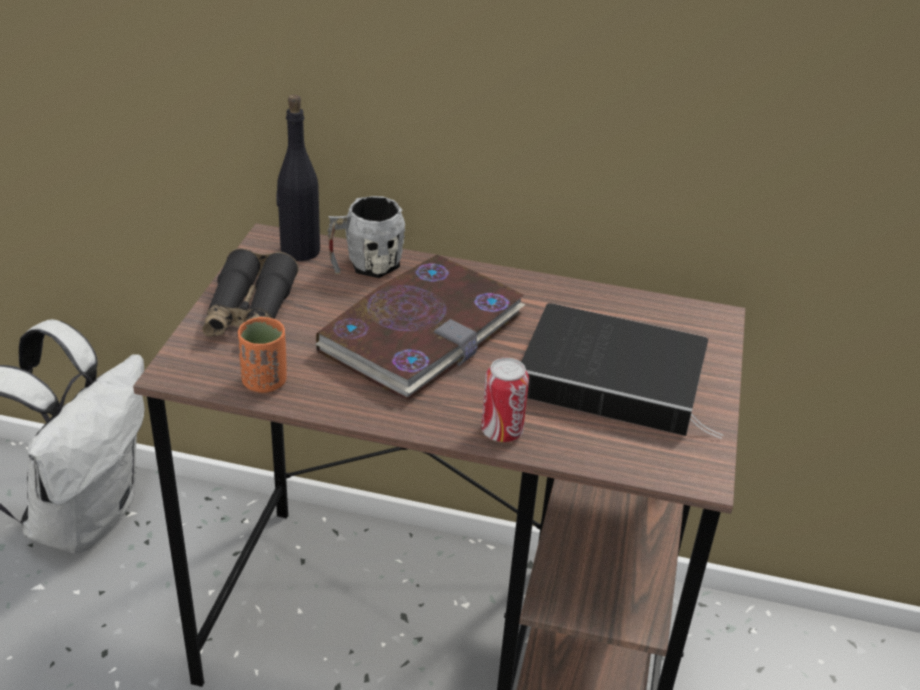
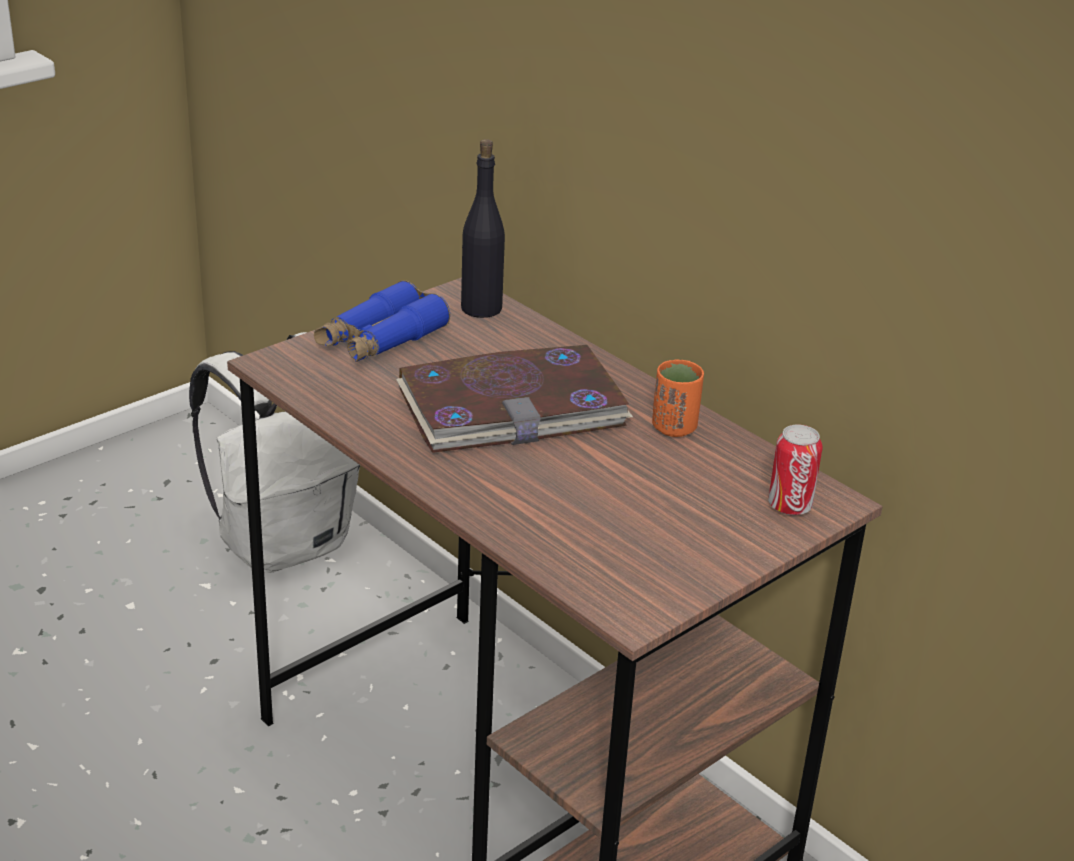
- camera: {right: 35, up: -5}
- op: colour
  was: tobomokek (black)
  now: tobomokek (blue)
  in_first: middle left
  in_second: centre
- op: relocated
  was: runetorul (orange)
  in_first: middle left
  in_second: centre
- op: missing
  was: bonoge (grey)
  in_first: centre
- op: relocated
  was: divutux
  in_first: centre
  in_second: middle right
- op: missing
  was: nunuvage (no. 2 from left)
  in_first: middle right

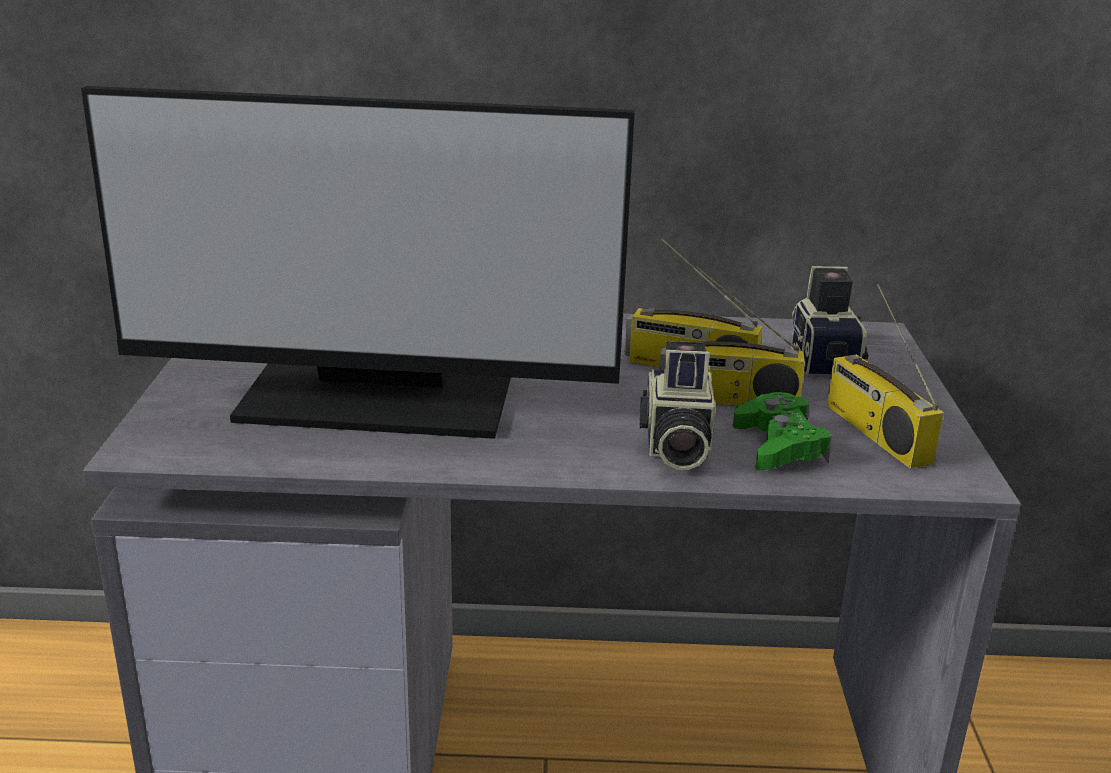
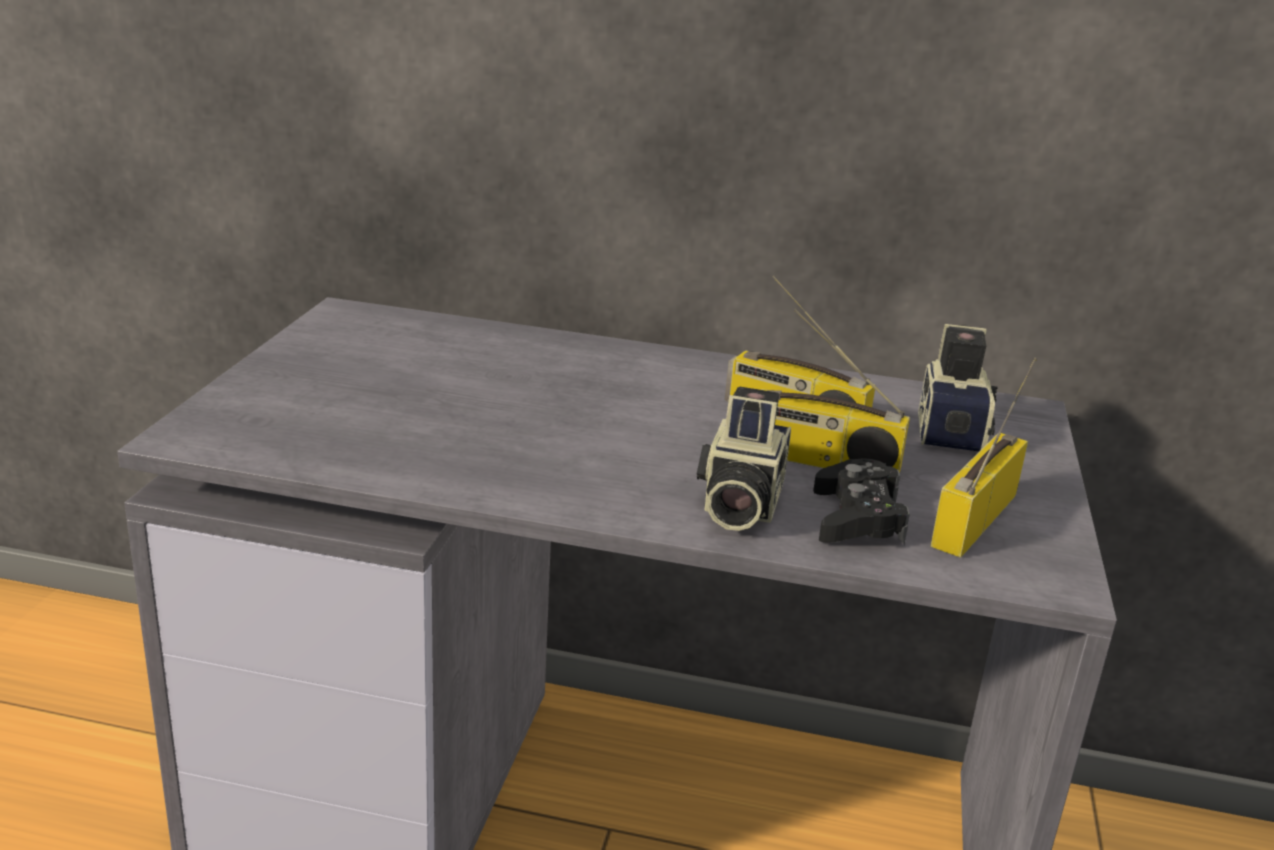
- camera: {right: 10, up: 0}
- op: missing
  was: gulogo
  in_first: middle left
- op: colour
  was: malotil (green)
  now: malotil (black)
  in_first: middle right
  in_second: middle right
- op: spun
  was: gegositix (no. 3 from left)
  in_first: middle right
  in_second: middle right
  clockwise: 45

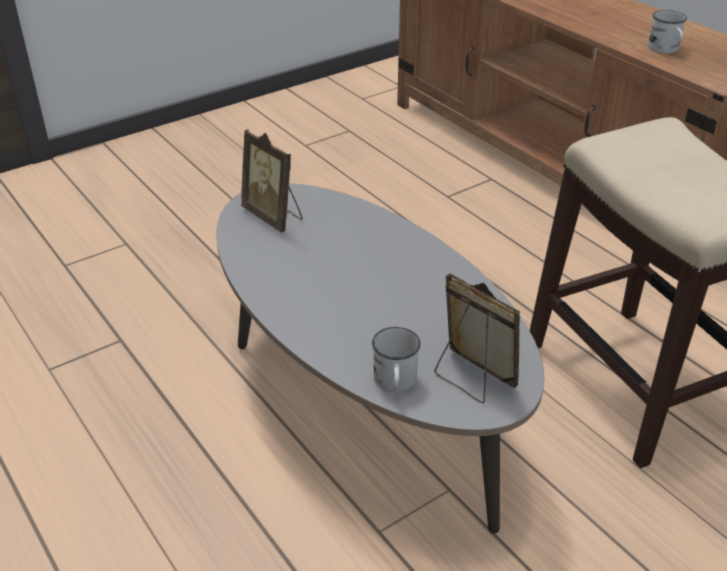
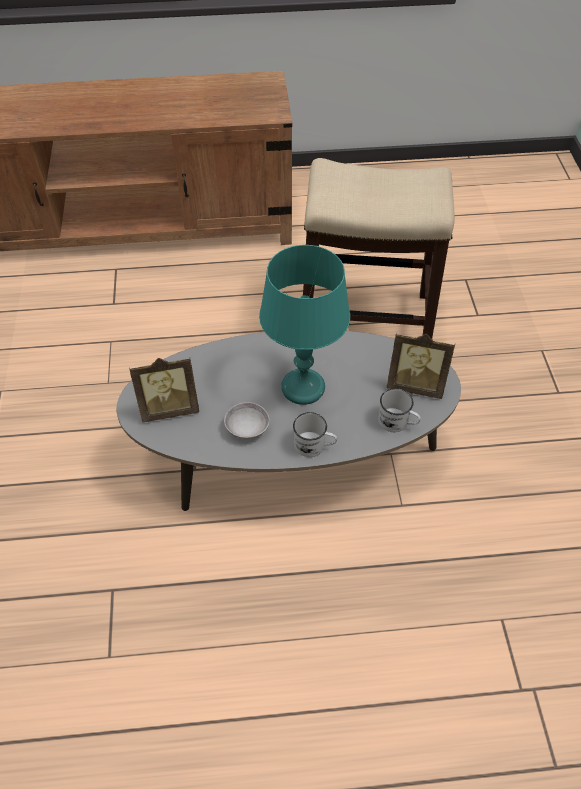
- camera: {right: -60, up: 15}
- op: spun
  was: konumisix (no. 2 from left)
  in_first: centre
  in_second: middle right
  clockwise: -150
- op: relocated
  was: bonoge (white) (no. 2 from left in the first image)
  now: bonoge (white) (no. 1 from left)
  in_first: top right
  in_second: centre
- op: appeared
  now: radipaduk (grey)
  in_second: centre
- op: appeared
  now: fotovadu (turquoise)
  in_second: centre

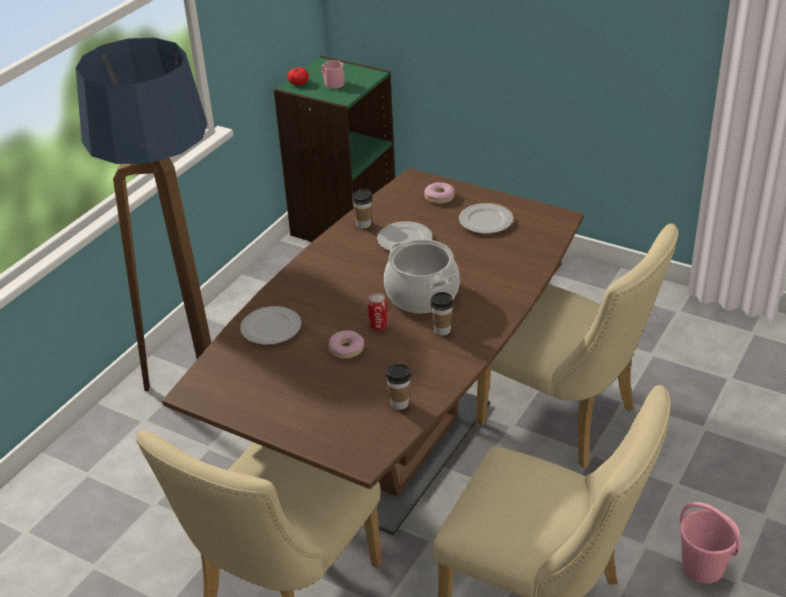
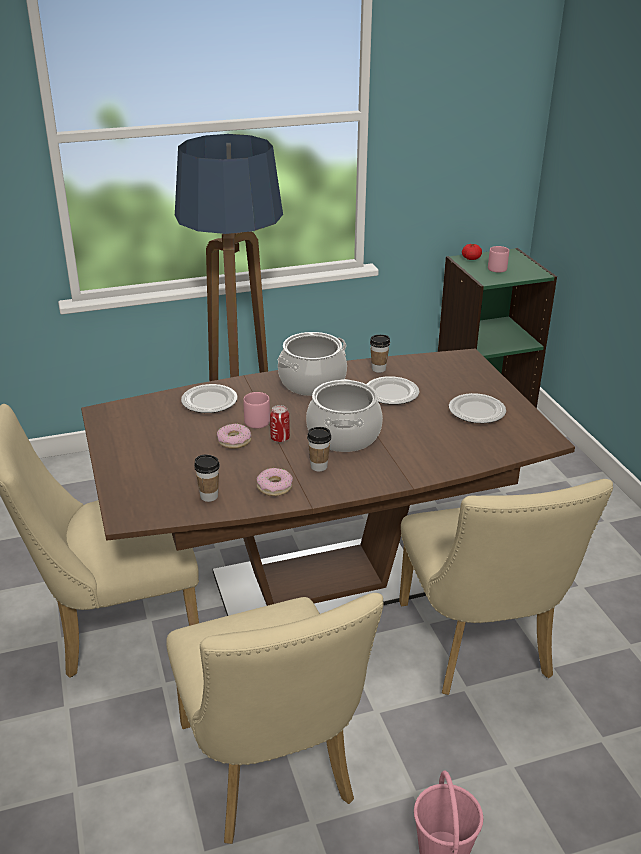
- camera: {right: 40, up: -5}
- op: relocated
  was: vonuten (no. 2 from left)
  in_first: top centre
  in_second: centre
- op: appeared
  now: bonoge (pink) (no. 1 from left)
  in_second: centre
- op: appeared
  now: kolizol (no. 1 from left)
  in_second: centre

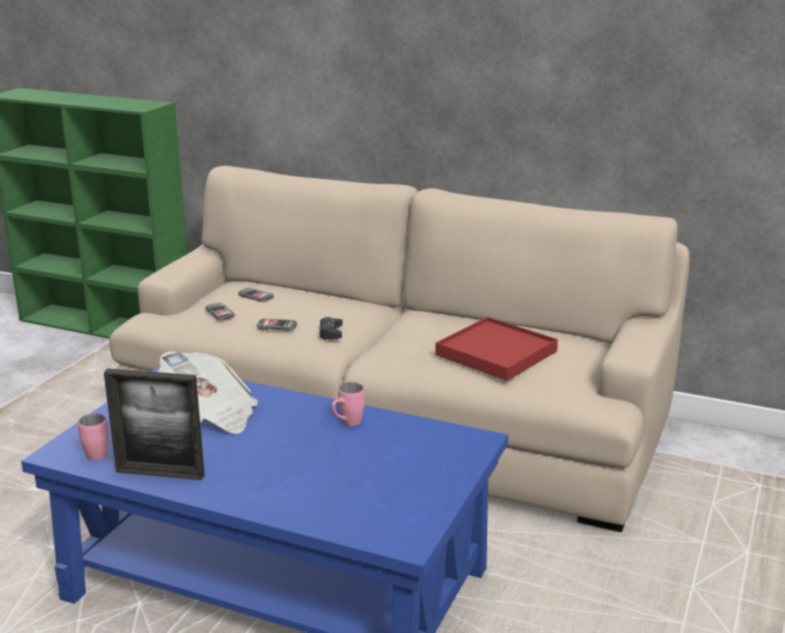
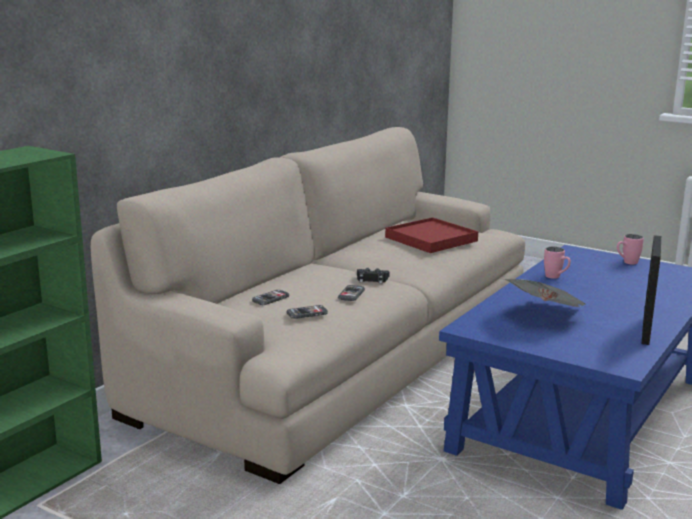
- camera: {right: -80, up: -5}
- op: relocated
  was: bonoge (pink) (no. 1 from left in the first image)
  now: bonoge (pink) (no. 2 from left)
  in_first: bottom left
  in_second: middle right

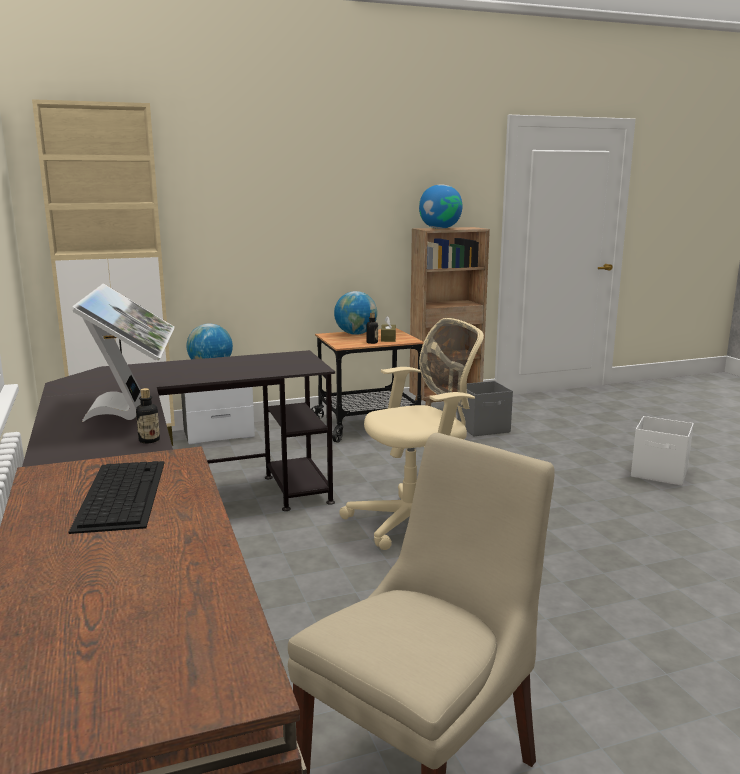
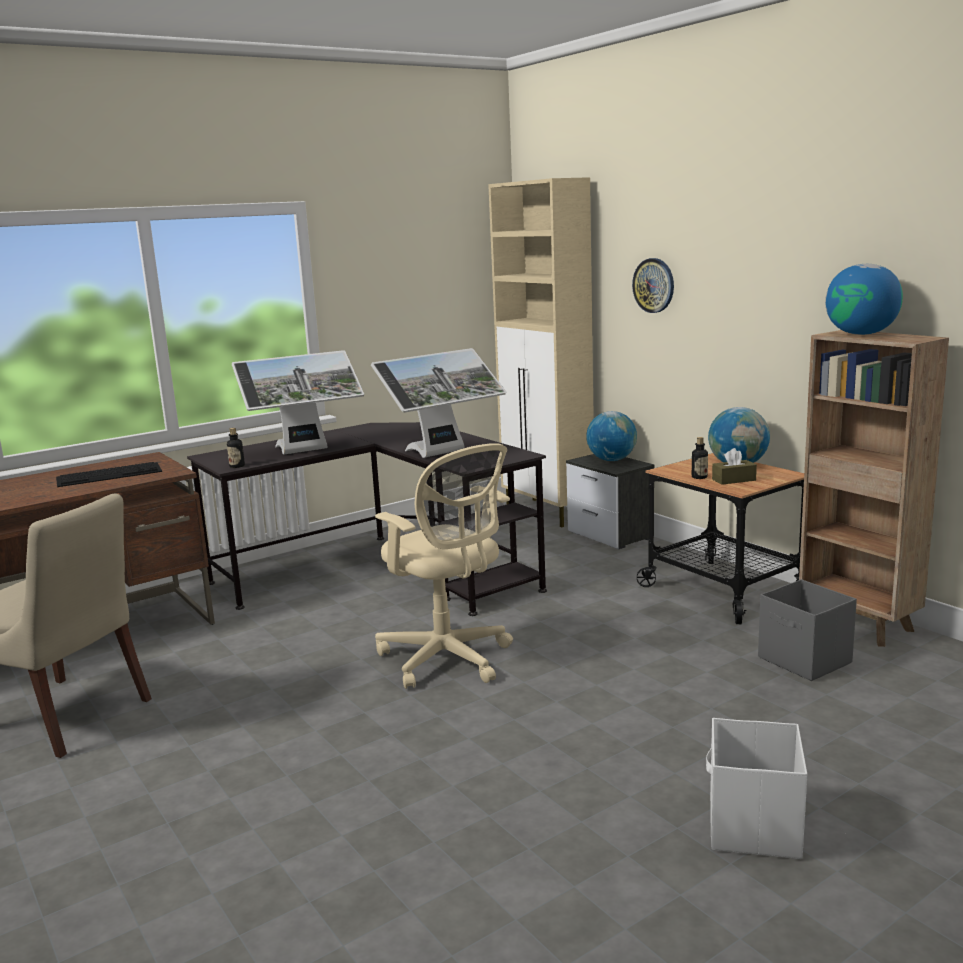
- camera: {right: 75, up: 0}
- op: appeared
  now: gulogo (no. 2 from left)
  in_second: centre
- op: appeared
  now: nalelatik
  in_second: top right

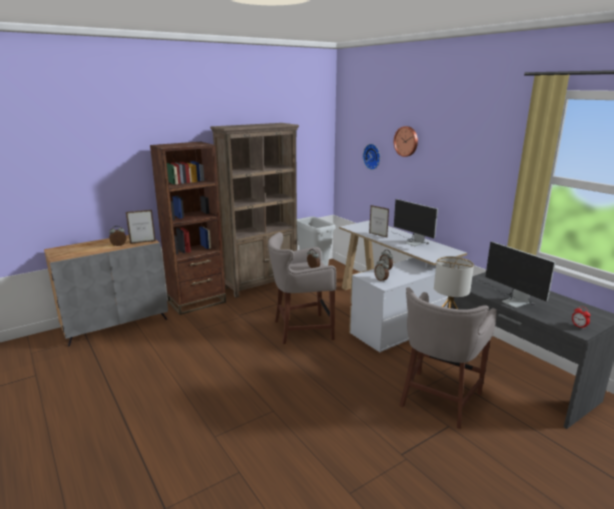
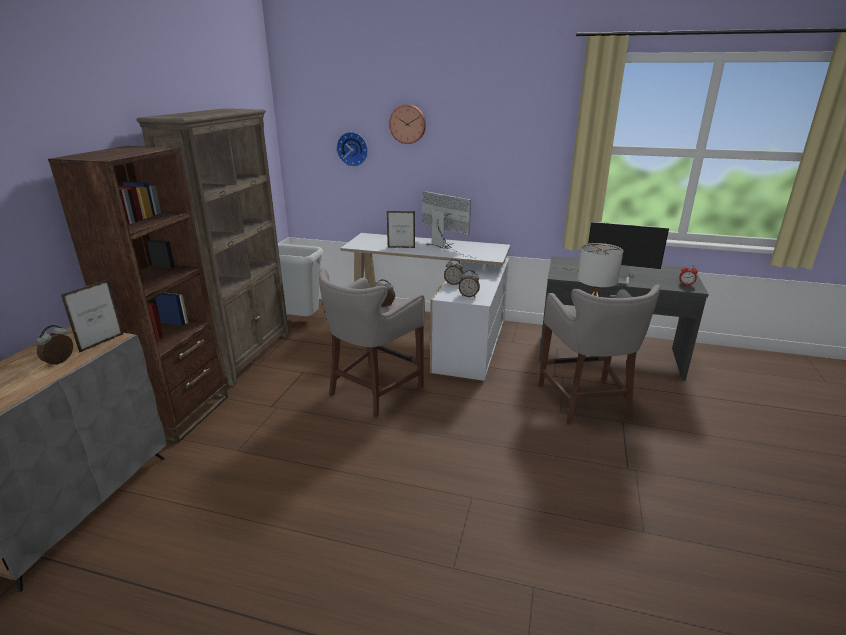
- camera: {right: -40, up: 5}
- op: spun
  was: gulogo (no. 1 from left)
  in_first: middle right
  in_second: centre
  clockwise: -150

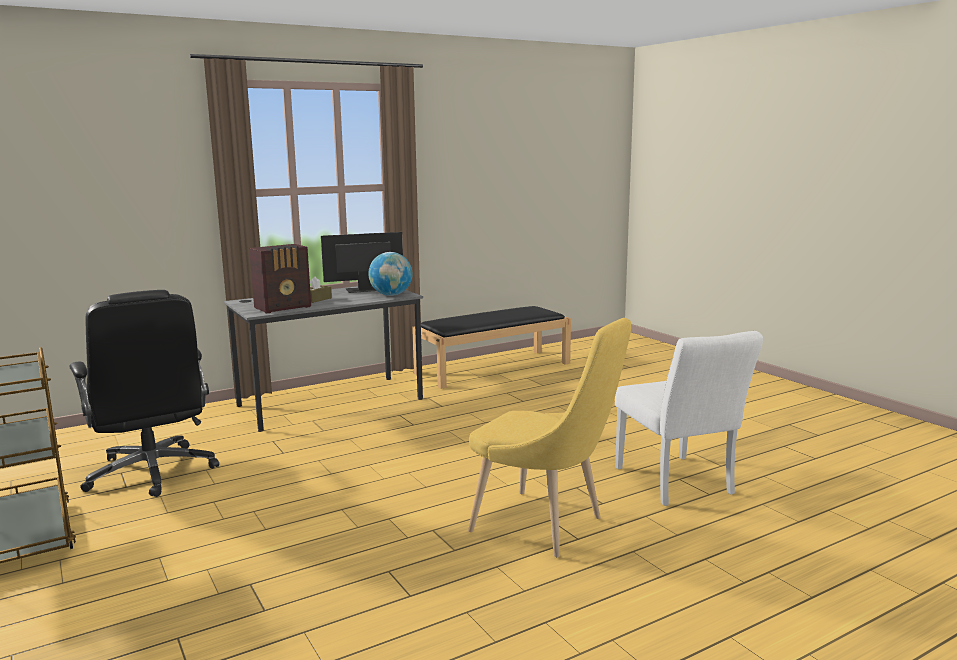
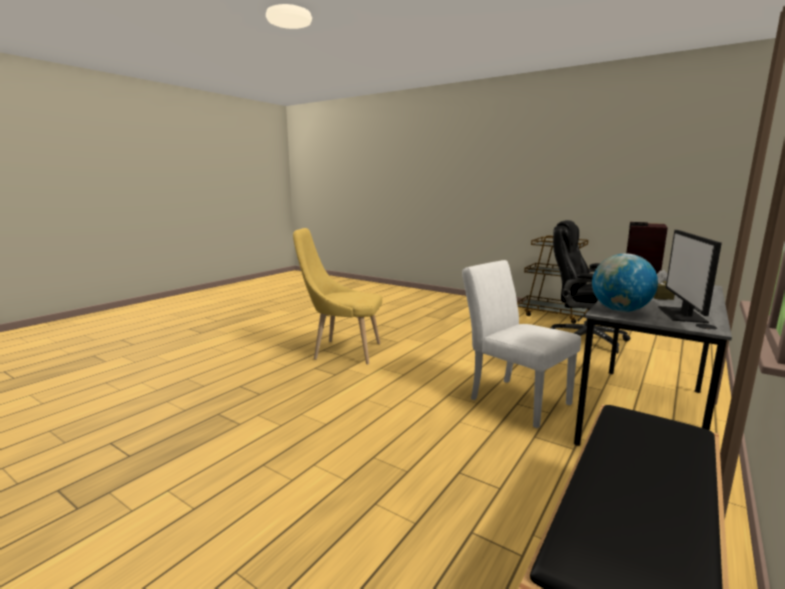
- camera: {right: 155, up: 0}
- op: spun
  was: gulogo
  in_first: centre
  in_second: middle right
  clockwise: 150
- op: relocated
  was: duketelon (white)
  in_first: middle right
  in_second: centre

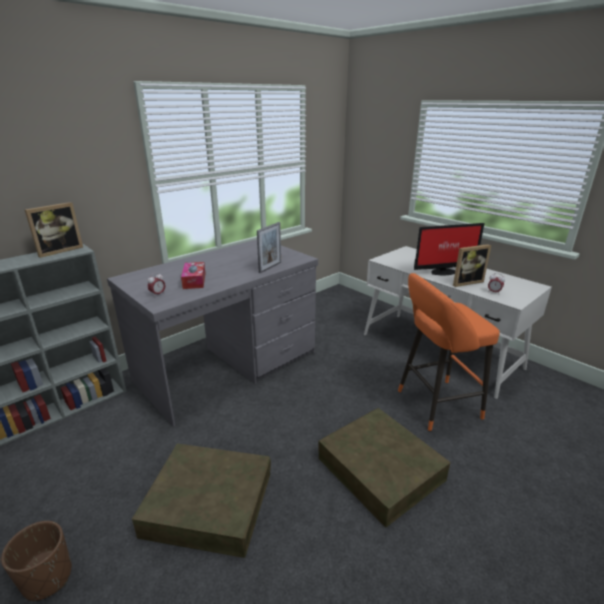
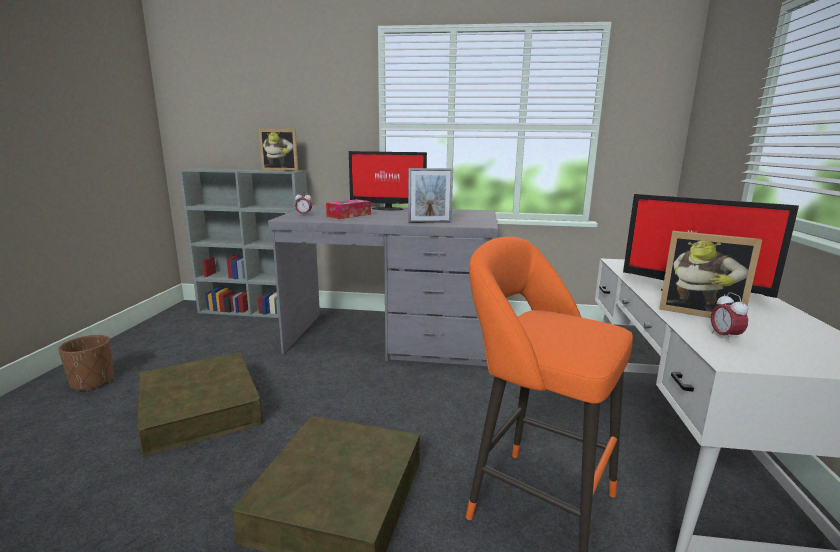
- camera: {right: 50, up: -10}
- op: appeared
  now: gulogo (no. 1 from left)
  in_second: top centre

